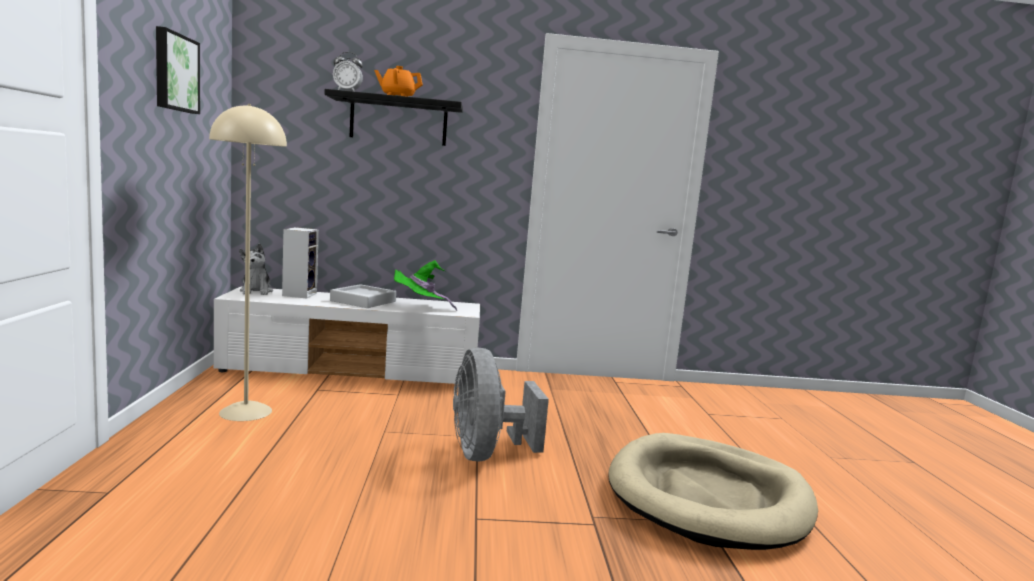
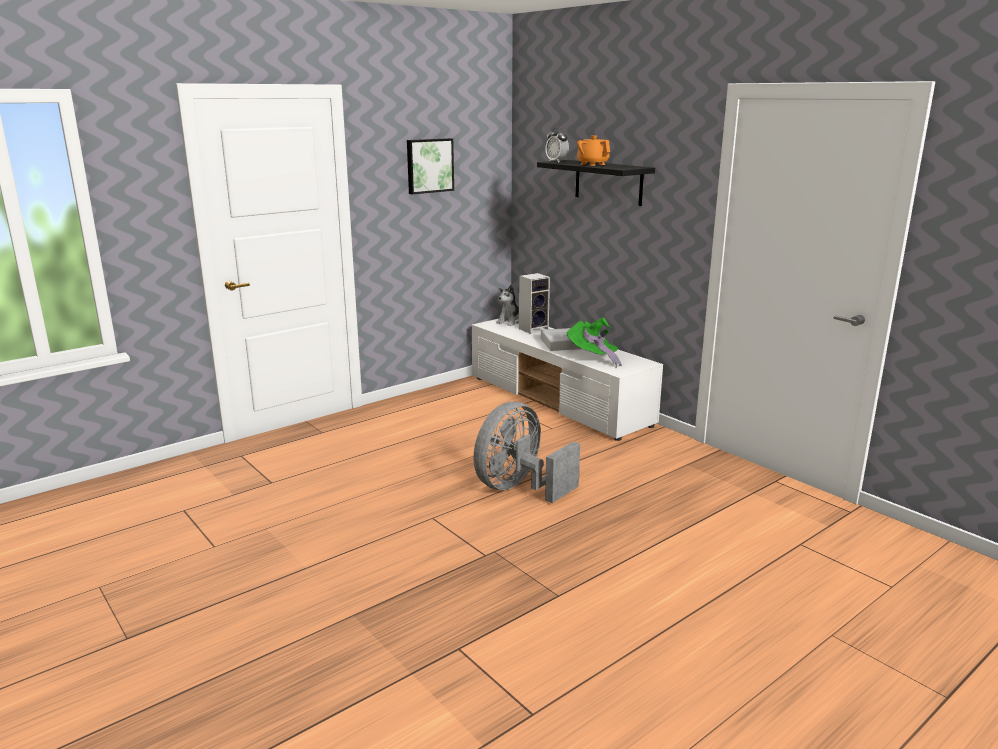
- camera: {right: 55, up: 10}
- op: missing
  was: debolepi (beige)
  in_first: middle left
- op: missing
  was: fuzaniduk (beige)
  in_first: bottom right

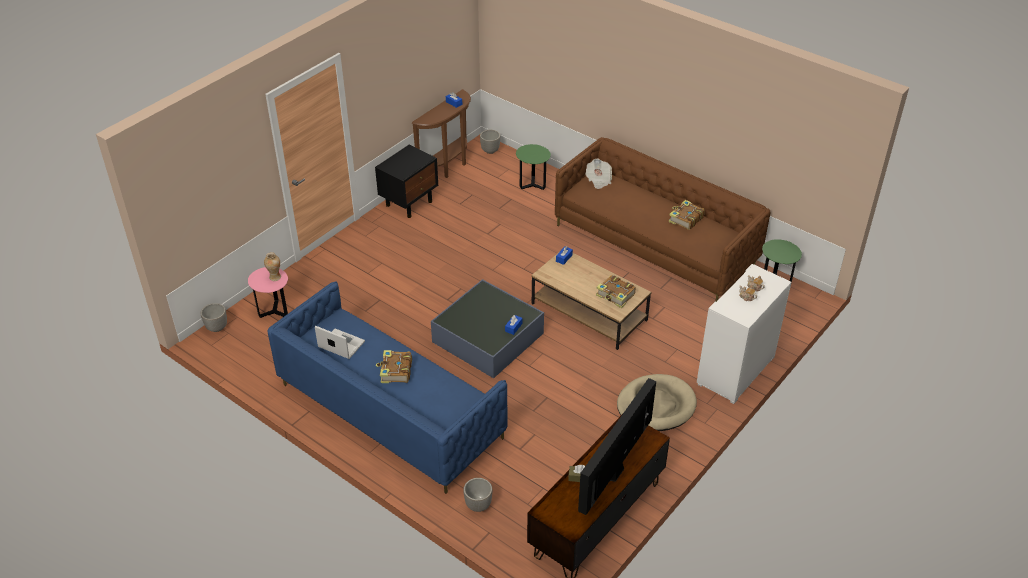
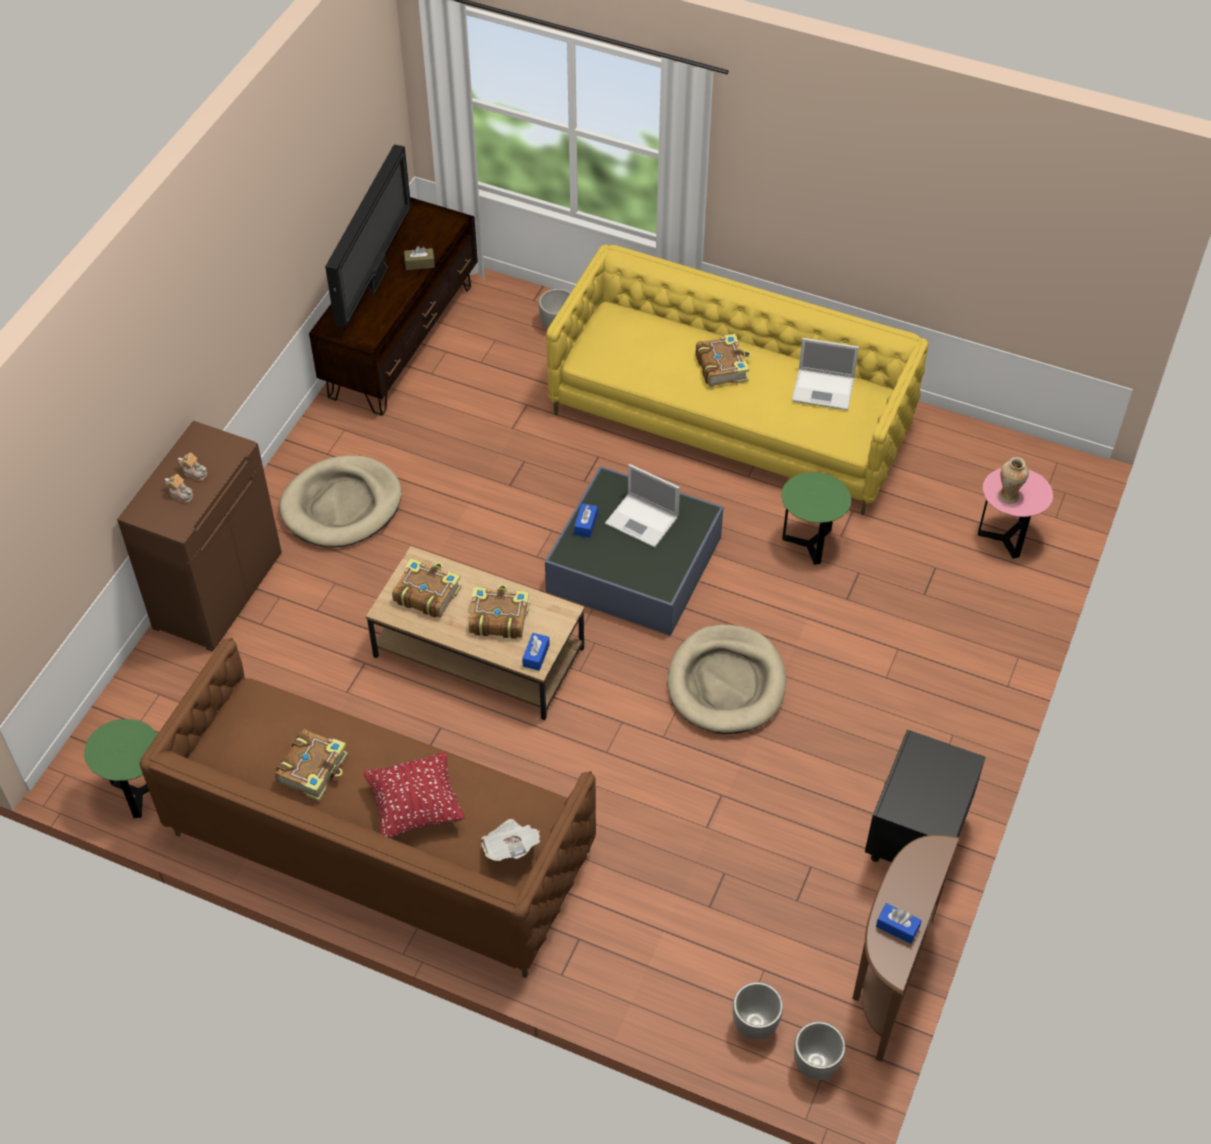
- camera: {right: 165, up: 10}
- op: relocated
  was: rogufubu (no. 1 from left in the first image)
  now: rogufubu (no. 2 from left)
  in_first: middle left
  in_second: bottom centre
- op: colour
  was: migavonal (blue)
  now: migavonal (yellow)
  in_first: bottom centre
  in_second: top centre
- op: relocated
  was: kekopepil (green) (no. 1 from left in the first image)
  now: kekopepil (green) (no. 2 from left)
  in_first: top centre
  in_second: middle right
- op: colour
  was: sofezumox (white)
  now: sofezumox (brown)
  in_first: middle right
  in_second: middle left
- op: appeared
  now: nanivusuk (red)
  in_second: bottom centre
- op: appeared
  now: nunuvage (no. 3 from left)
  in_second: centre
- op: appeared
  now: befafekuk (no. 1 from left)
  in_second: centre
- op: appeared
  now: fuzaniduk (beige) (no. 2 from left)
  in_second: centre

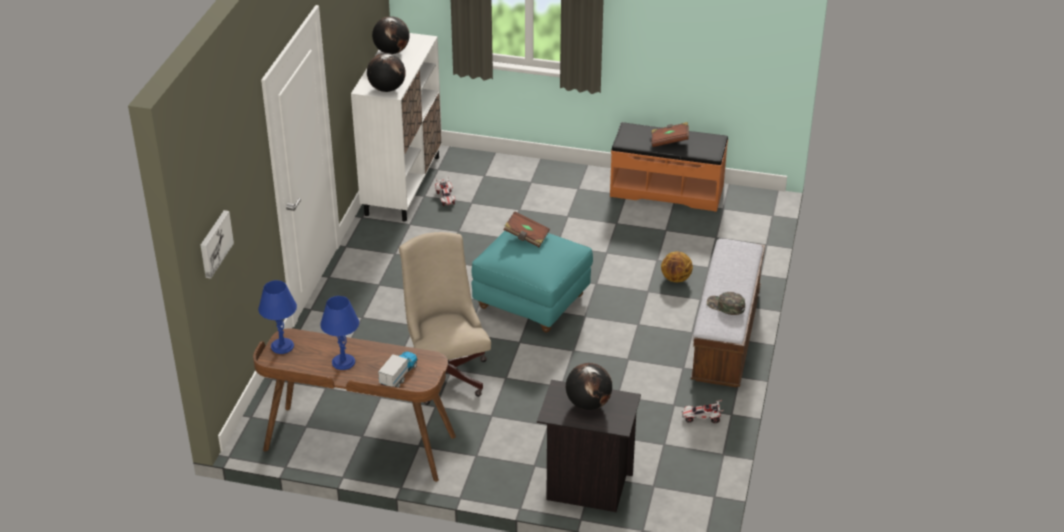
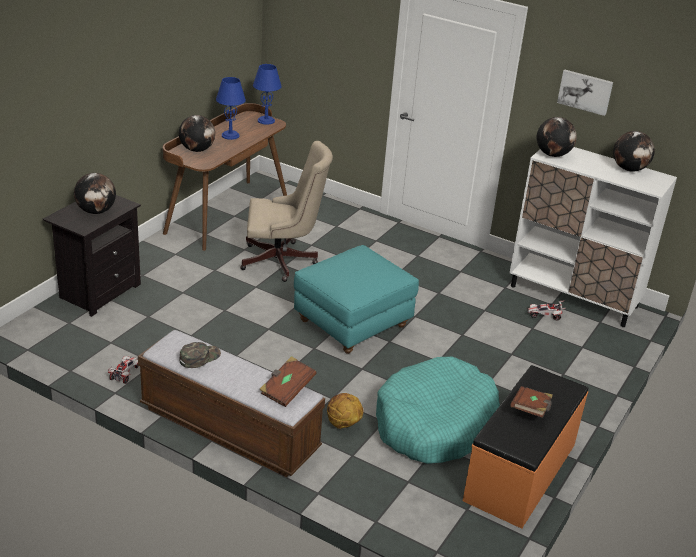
- camera: {right: 105, up: -5}
- op: relocated
  was: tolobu
  in_first: middle left
  in_second: top right
- op: exchanged
  was: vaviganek
  now: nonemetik (no. 2 from left)
  in_first: bottom centre
  in_second: top left
- op: relocated
  was: nunuvage (brown) (no. 1 from left)
  in_first: centre
  in_second: bottom centre
- op: appeared
  now: fuzaniduk (turquoise)
  in_second: bottom centre

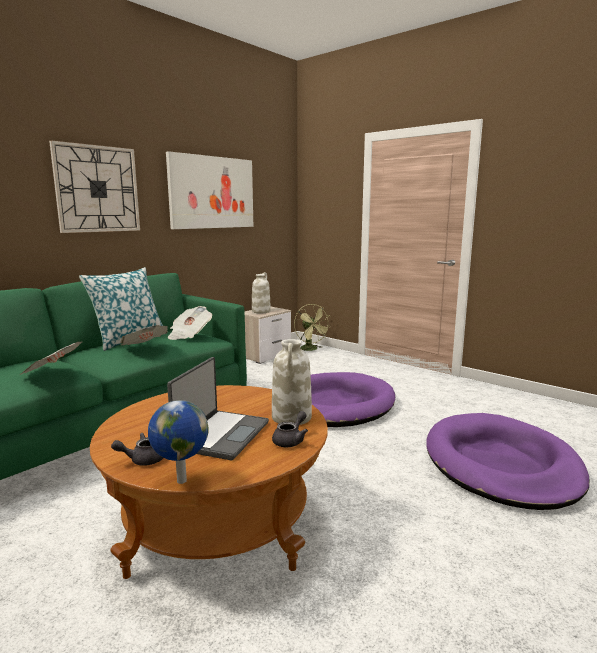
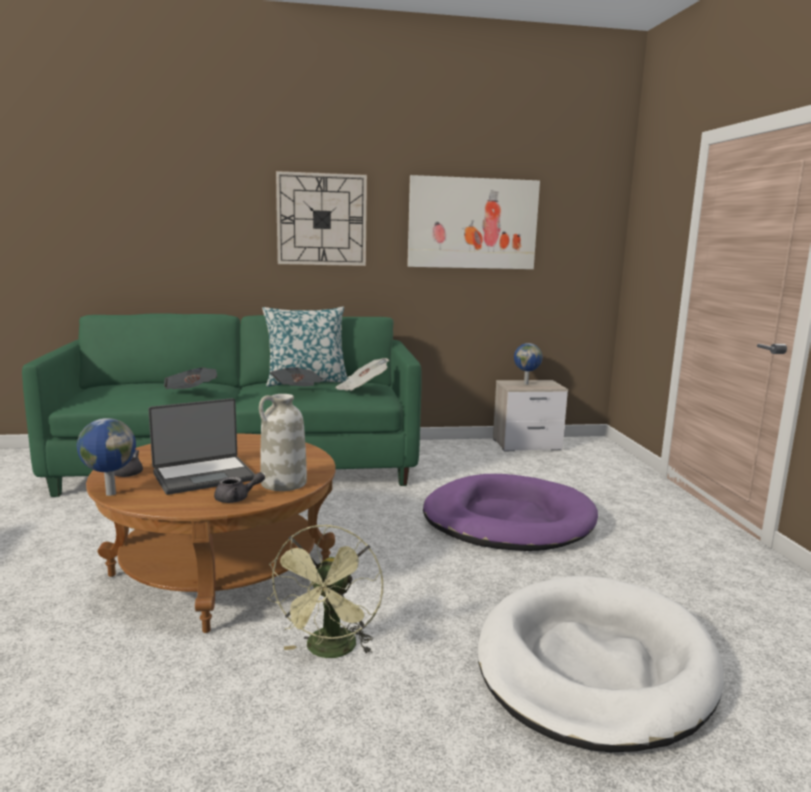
- camera: {right: 40, up: 0}
- op: exchanged
  was: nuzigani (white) (no. 1 from left)
  now: nonemetik (no. 2 from left)
  in_first: centre
  in_second: centre
- op: relocated
  was: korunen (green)
  in_first: centre
  in_second: bottom centre
- op: colour
  was: fuzaniduk (purple) (no. 2 from left)
  now: fuzaniduk (white)
  in_first: bottom right
  in_second: bottom right

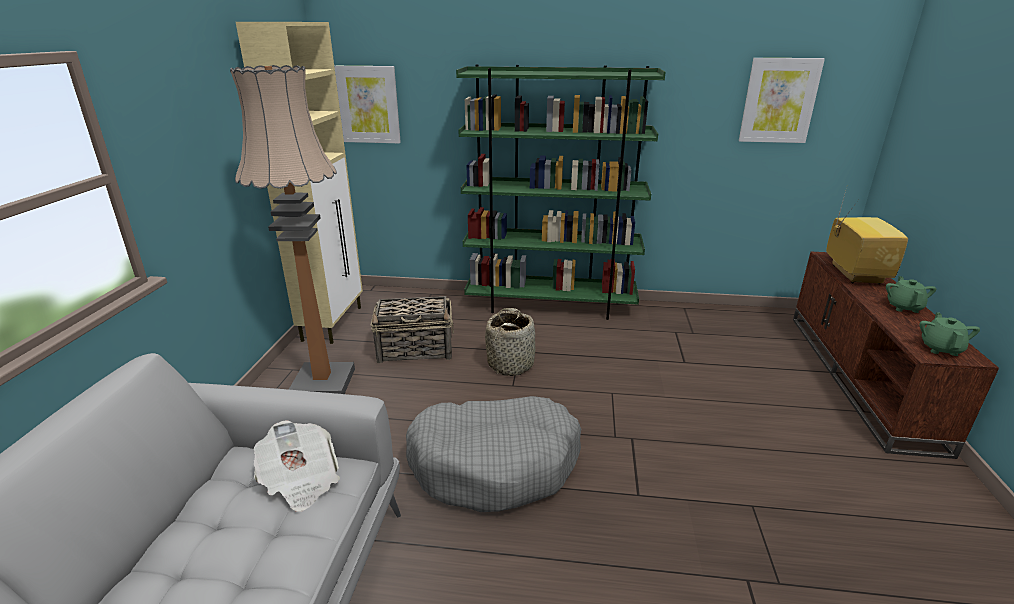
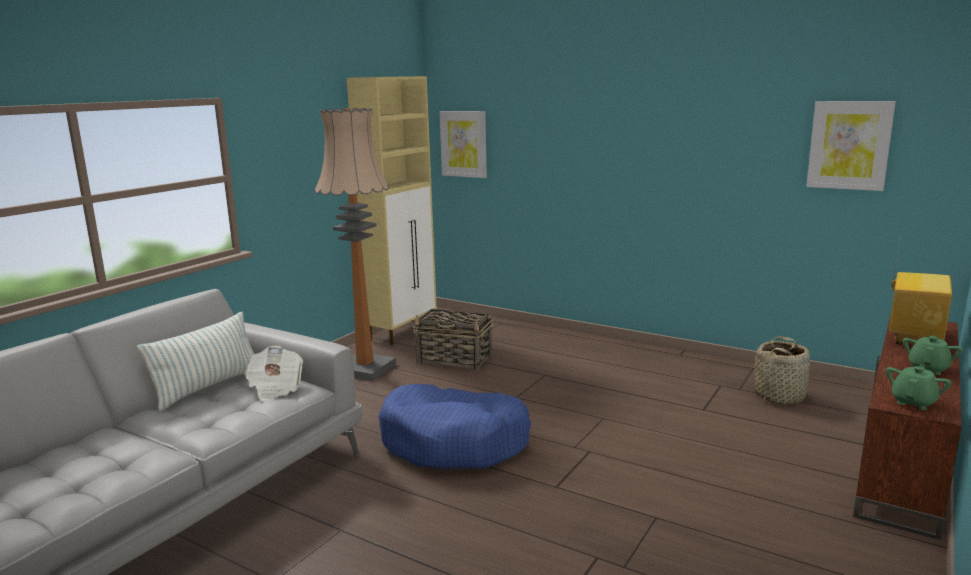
- camera: {right: 25, up: -10}
- op: colour
  was: fuzaniduk (grey)
  now: fuzaniduk (blue)
  in_first: bottom centre
  in_second: bottom centre
- op: missing
  was: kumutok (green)
  in_first: top centre
- op: relocated
  was: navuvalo (no. 2 from left)
  in_first: centre
  in_second: middle right
- op: appeared
  now: nanivusuk
  in_second: middle left

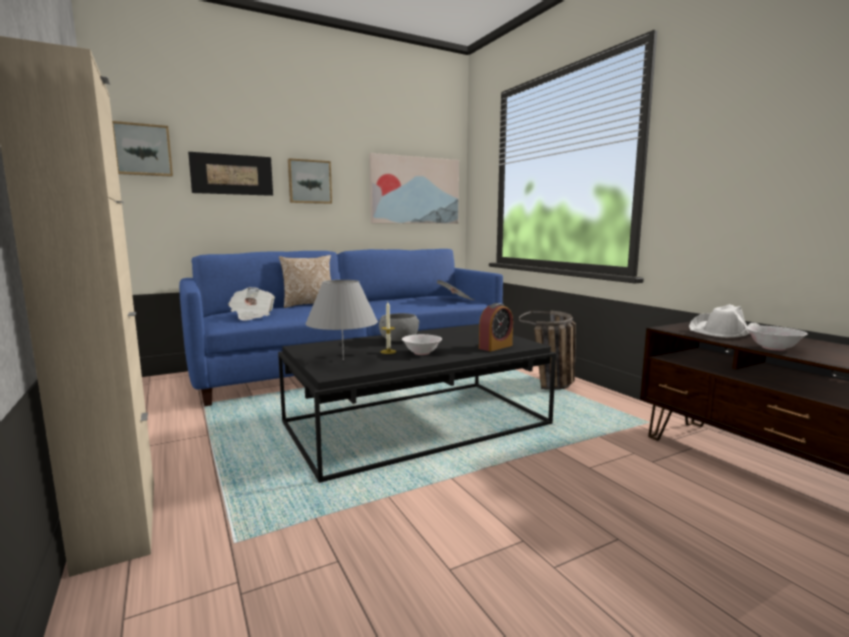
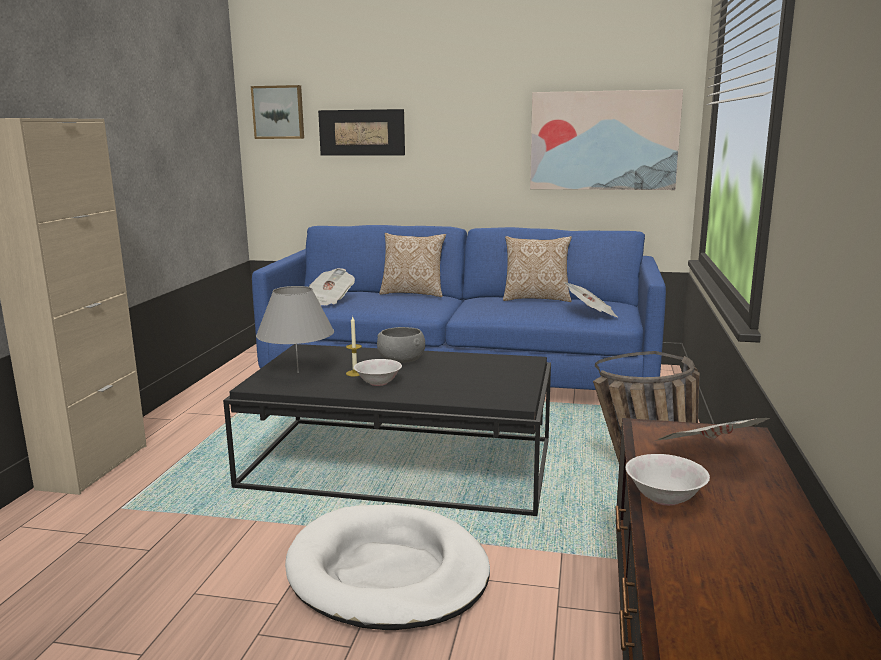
- camera: {right: 40, up: 5}
- op: missing
  was: tolobu (no. 3 from left)
  in_first: top centre
- op: missing
  was: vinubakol
  in_first: centre
- op: exchanged
  was: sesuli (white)
  now: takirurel (no. 3 from left)
  in_first: middle right
  in_second: middle right
- op: appeared
  now: fuzaniduk (white)
  in_second: bottom centre
- op: appeared
  now: nanivusuk (no. 2 from left)
  in_second: centre

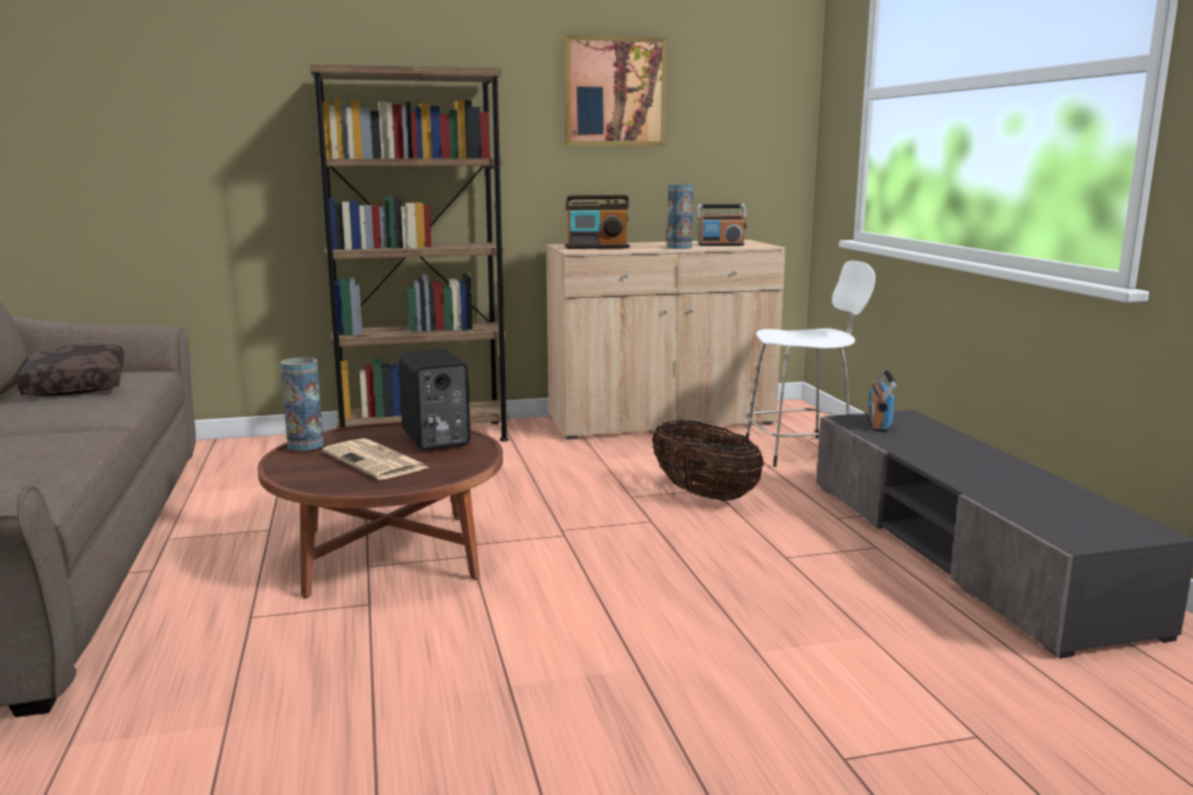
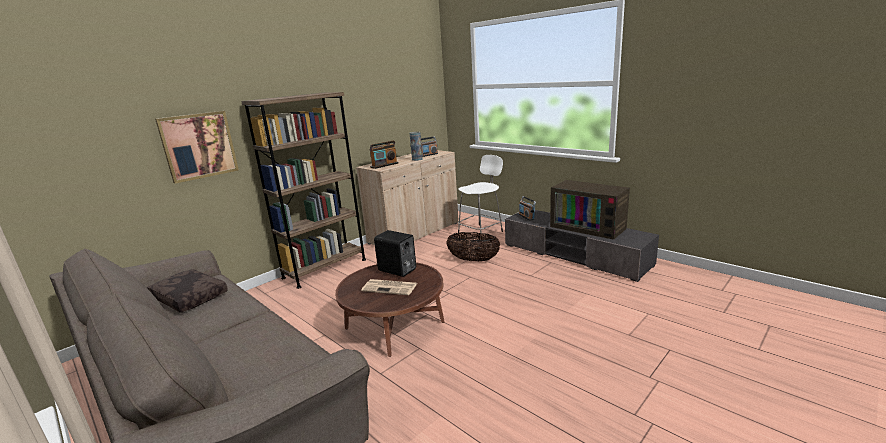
- camera: {right: -30, up: 5}
- op: missing
  was: nuzigani (no. 1 from left)
  in_first: middle left
- op: relocated
  was: tolobu
  in_first: top centre
  in_second: top left
- op: appeared
  now: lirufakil
  in_second: centre

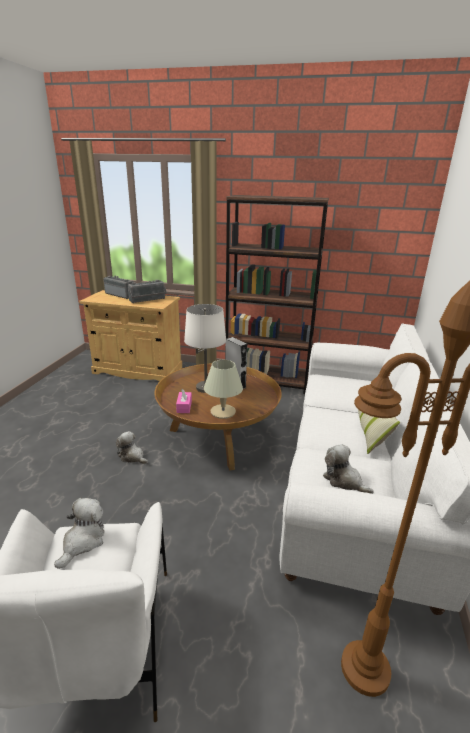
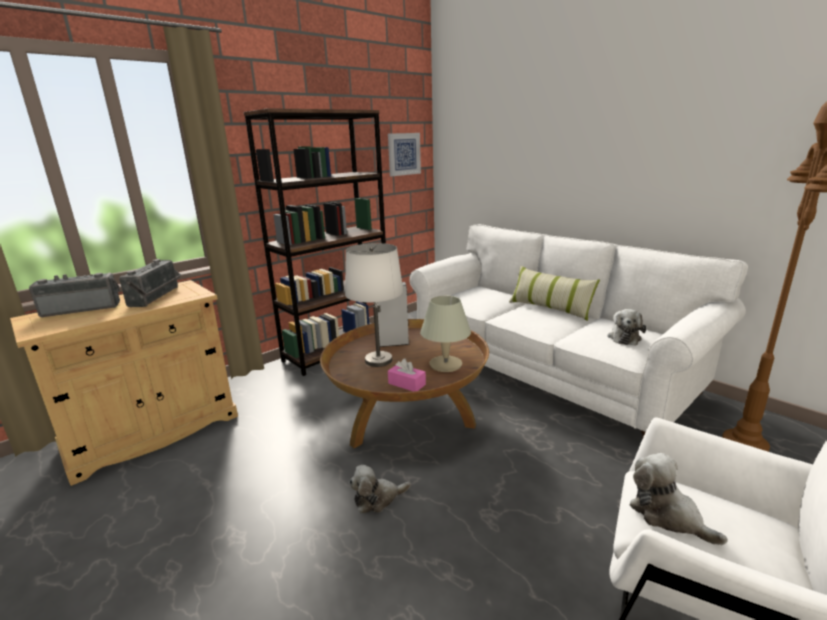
- camera: {right: -55, up: -5}
- op: spun
  was: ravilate (no. 3 from left in the first image)
  in_first: middle right
  in_second: middle right
  clockwise: -60
- op: appeared
  now: tolobu
  in_second: top centre

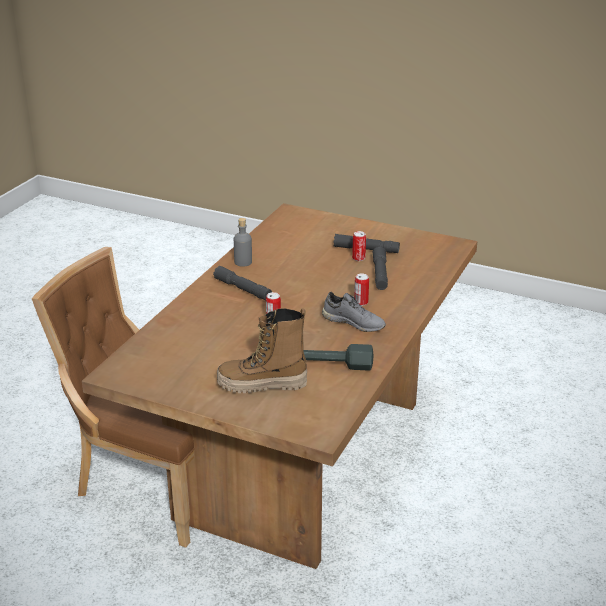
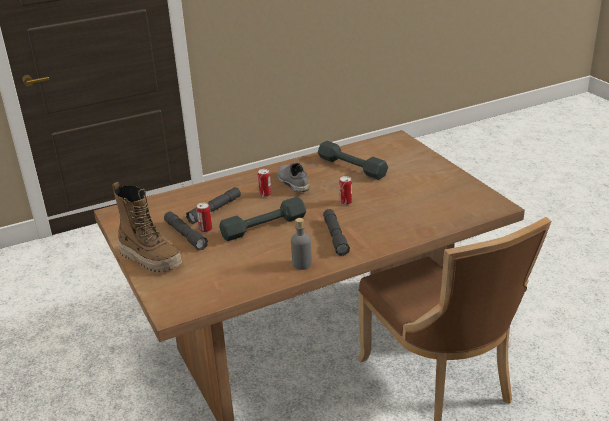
- camera: {right: -140, up: 0}
- op: relocated
  was: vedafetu
  in_first: centre
  in_second: middle left
- op: appeared
  now: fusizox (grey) (no. 1 from left)
  in_second: centre

